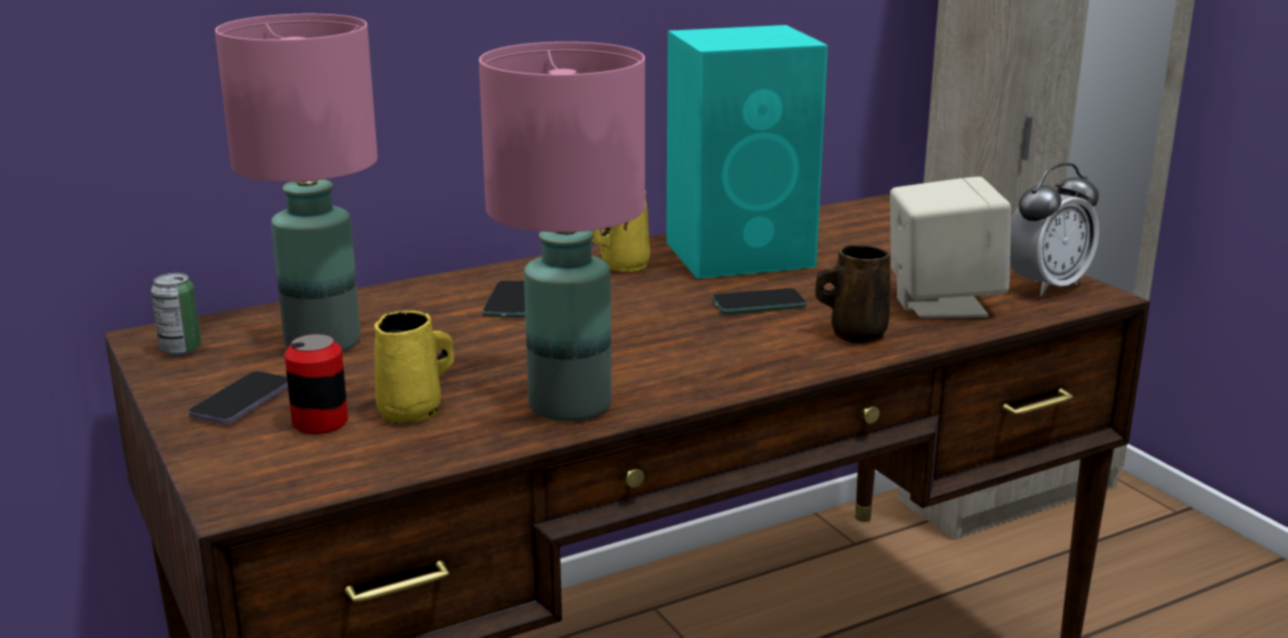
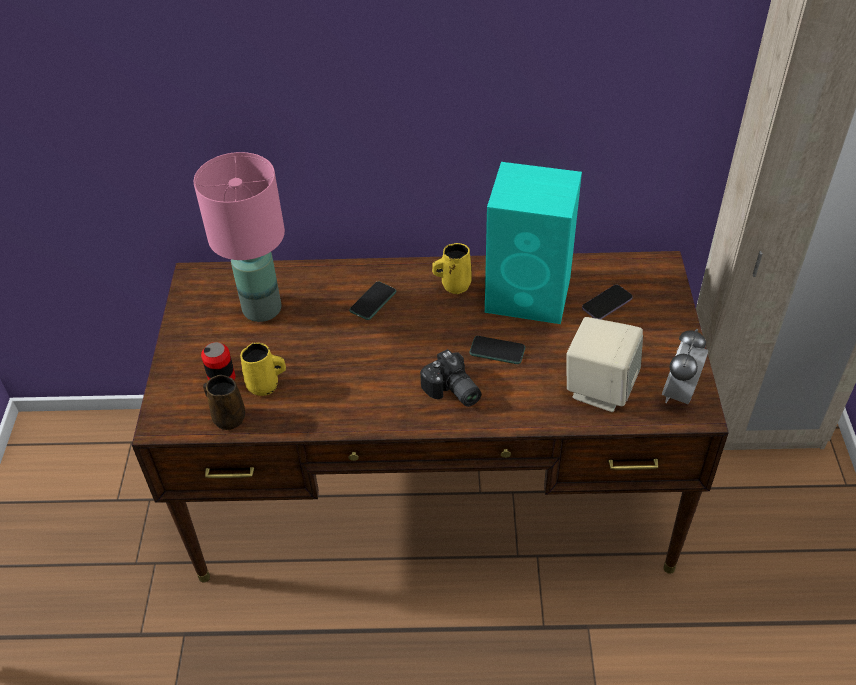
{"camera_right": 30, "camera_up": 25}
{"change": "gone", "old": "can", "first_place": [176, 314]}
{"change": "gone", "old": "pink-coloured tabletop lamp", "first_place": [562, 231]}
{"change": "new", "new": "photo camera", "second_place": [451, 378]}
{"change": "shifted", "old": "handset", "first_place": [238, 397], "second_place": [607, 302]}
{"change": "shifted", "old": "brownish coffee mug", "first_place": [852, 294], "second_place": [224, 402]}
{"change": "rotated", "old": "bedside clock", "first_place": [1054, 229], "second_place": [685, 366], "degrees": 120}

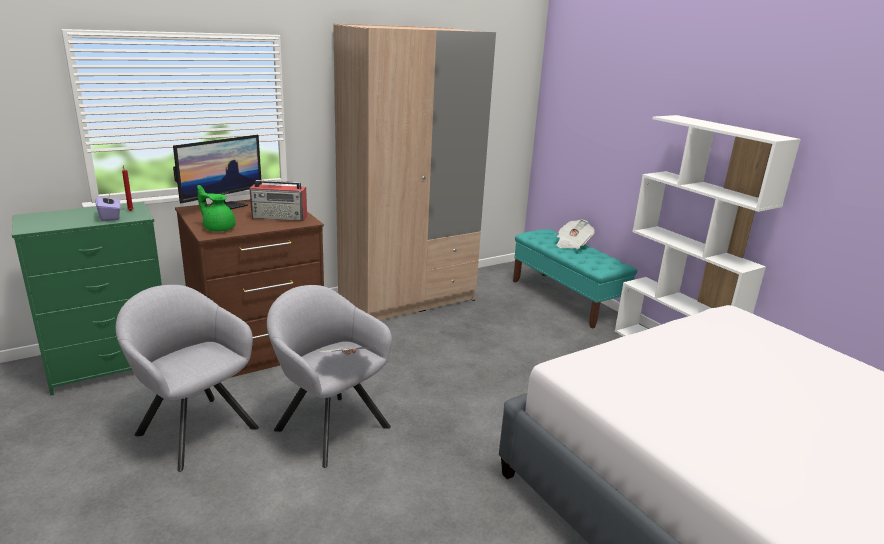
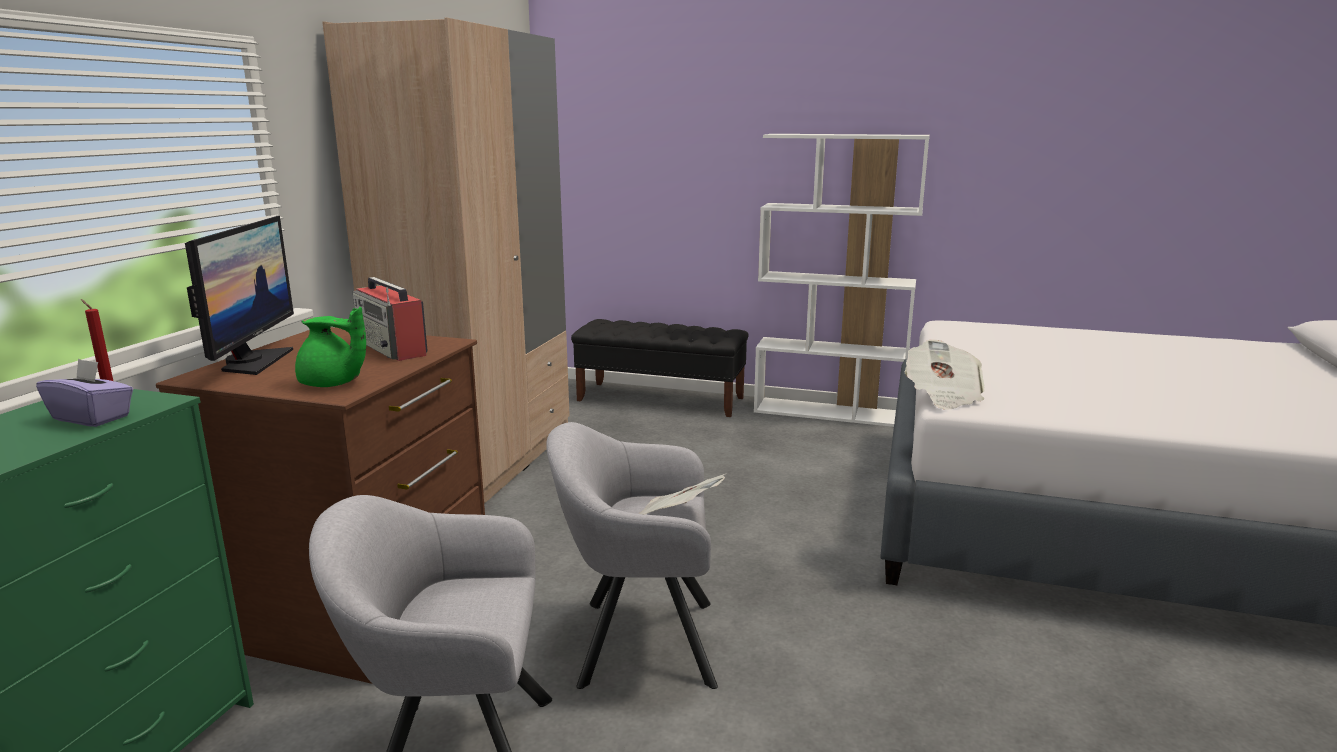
{"camera_right": -40, "camera_up": -5}
{"change": "shifted", "old": "daily paper", "first_place": [575, 234], "second_place": [945, 374]}
{"change": "repainted", "old": "turquoise indoor bench", "new": "blackish indoor bench", "first_place": [575, 278], "second_place": [659, 368]}
{"change": "rotated", "old": "green tea pot", "first_place": [216, 208], "second_place": [330, 347], "degrees": -150}
{"change": "rotated", "old": "radio receiver", "first_place": [278, 200], "second_place": [390, 319], "degrees": 90}

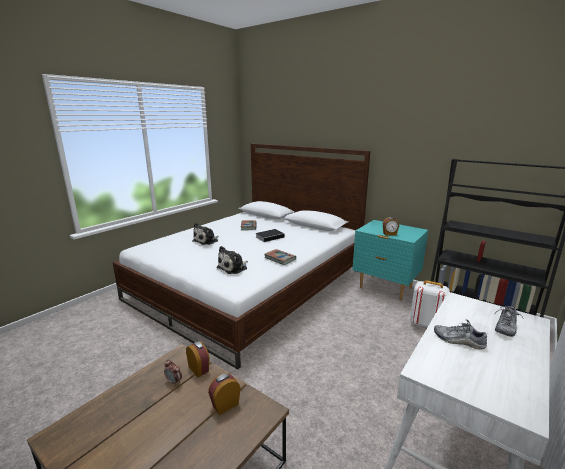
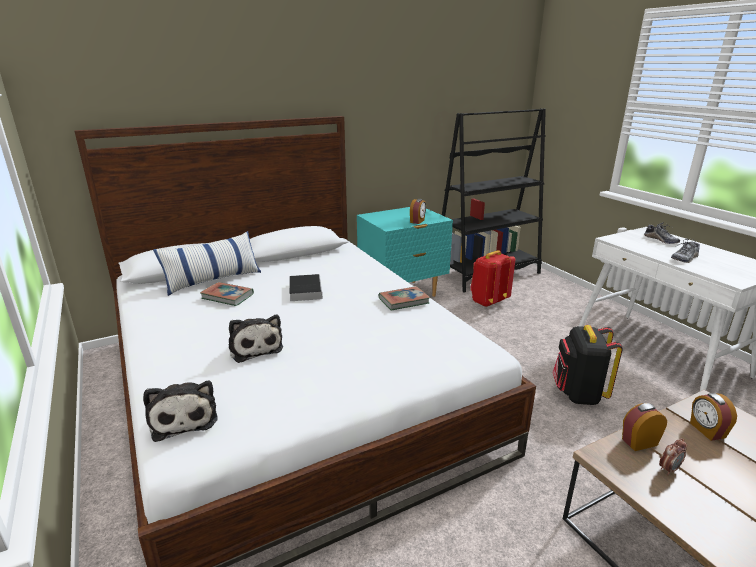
{"camera_right": -65, "camera_up": 5}
{"change": "new", "new": "cushion", "second_place": [207, 263]}
{"change": "new", "new": "blackish backpack", "second_place": [587, 365]}
{"change": "shifted", "old": "soft toy", "first_place": [232, 260], "second_place": [180, 411]}
{"change": "repainted", "old": "whitish backpack", "new": "reddish backpack", "first_place": [430, 304], "second_place": [492, 278]}

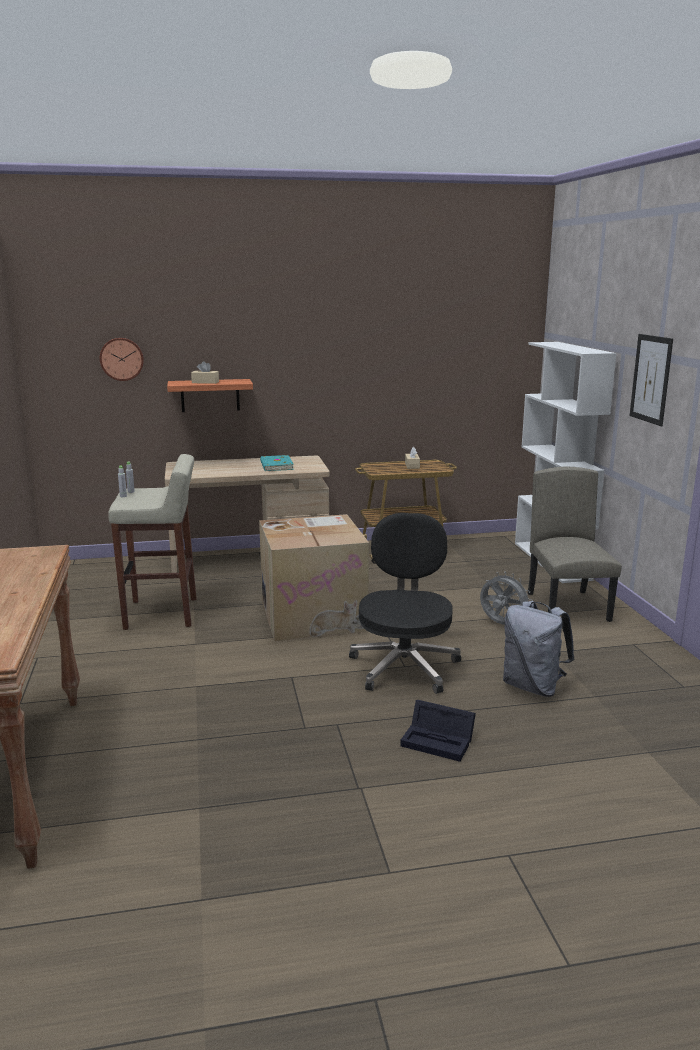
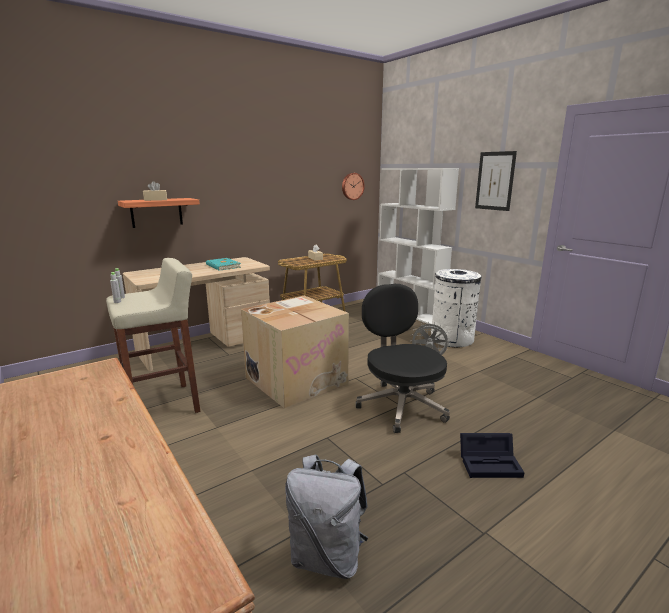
{"camera_right": -25, "camera_up": 0}
{"change": "shifted", "old": "wall clock", "first_place": [122, 359], "second_place": [353, 186]}
{"change": "shifted", "old": "grey backpack", "first_place": [538, 649], "second_place": [326, 516]}
{"change": "swapped", "old": "beige-coloured chair", "new": "whitish waste bin", "first_place": [575, 544], "second_place": [456, 308]}

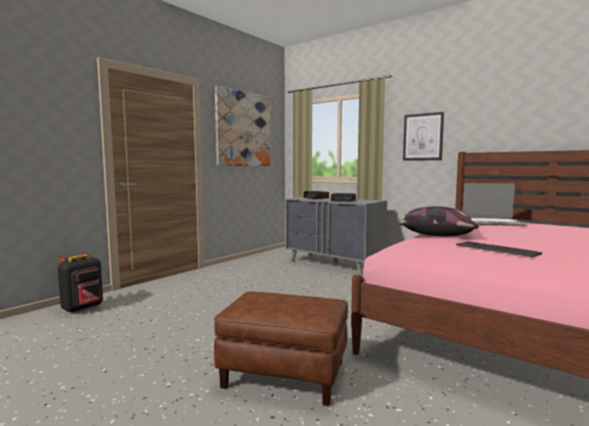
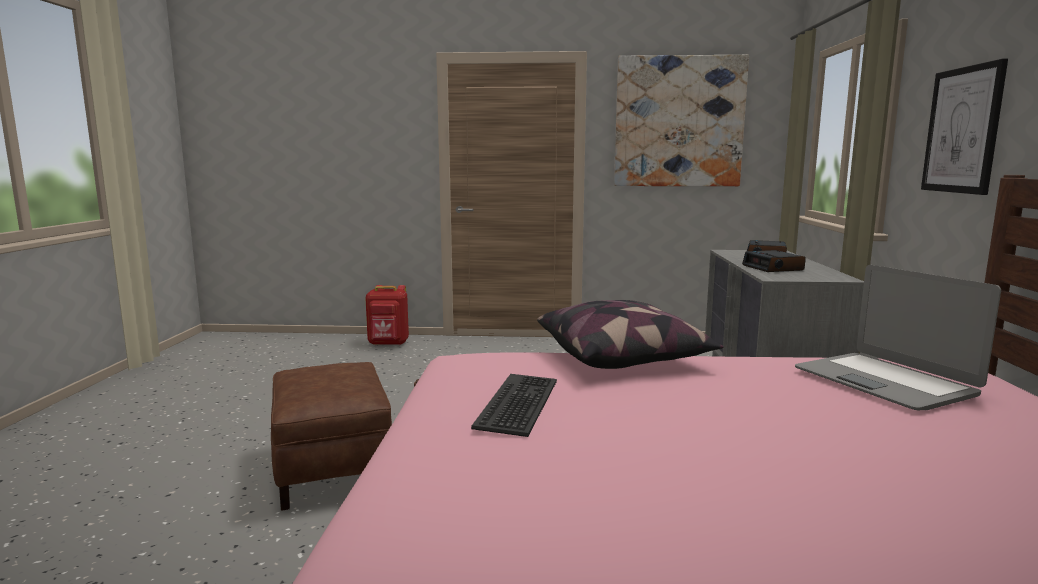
{"camera_right": 55, "camera_up": 5}
{"change": "repainted", "old": "blackish backpack", "new": "reddish backpack", "first_place": [80, 283], "second_place": [387, 315]}

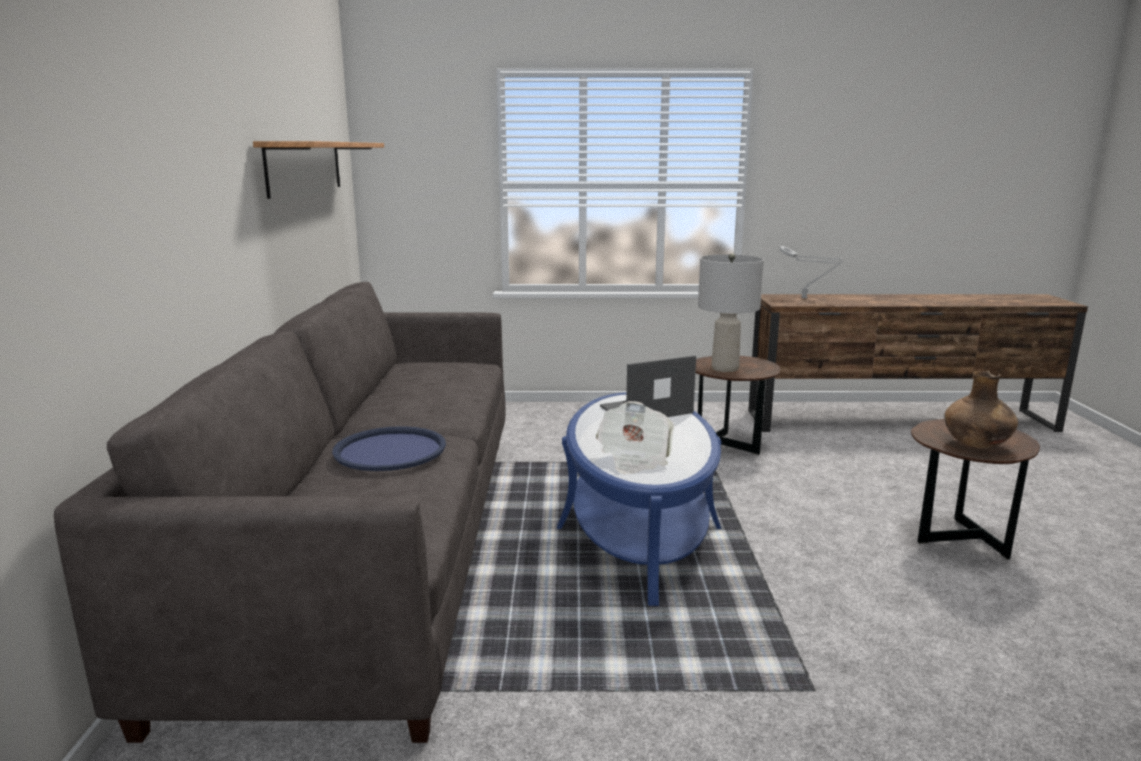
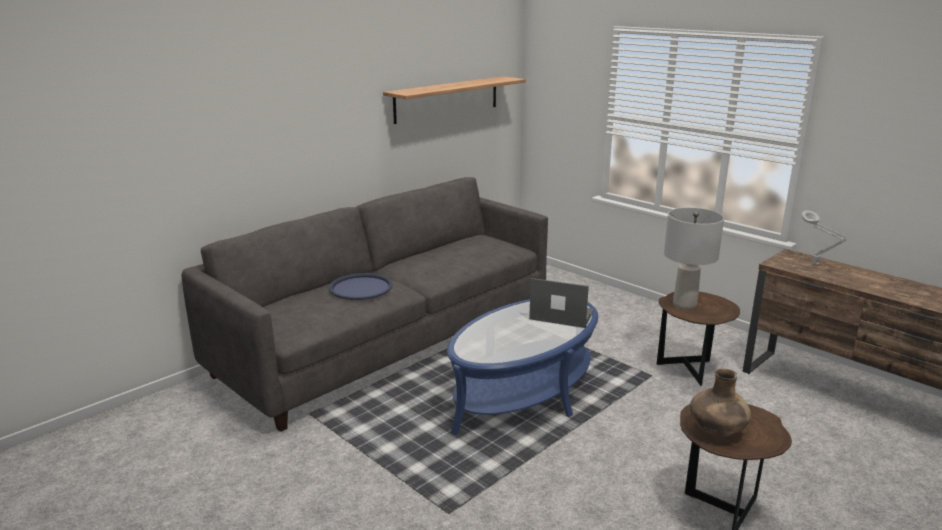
{"camera_right": 45, "camera_up": 5}
{"change": "gone", "old": "daily paper", "first_place": [635, 437]}

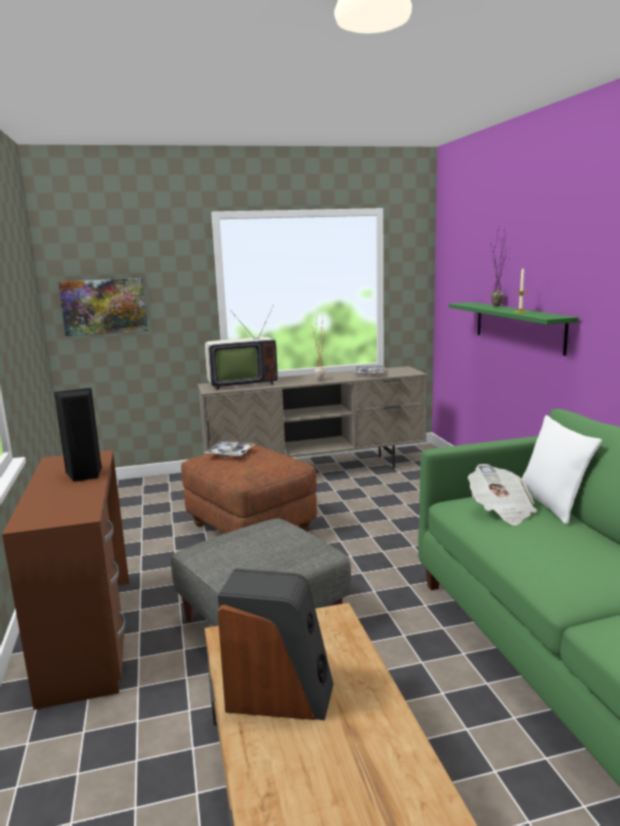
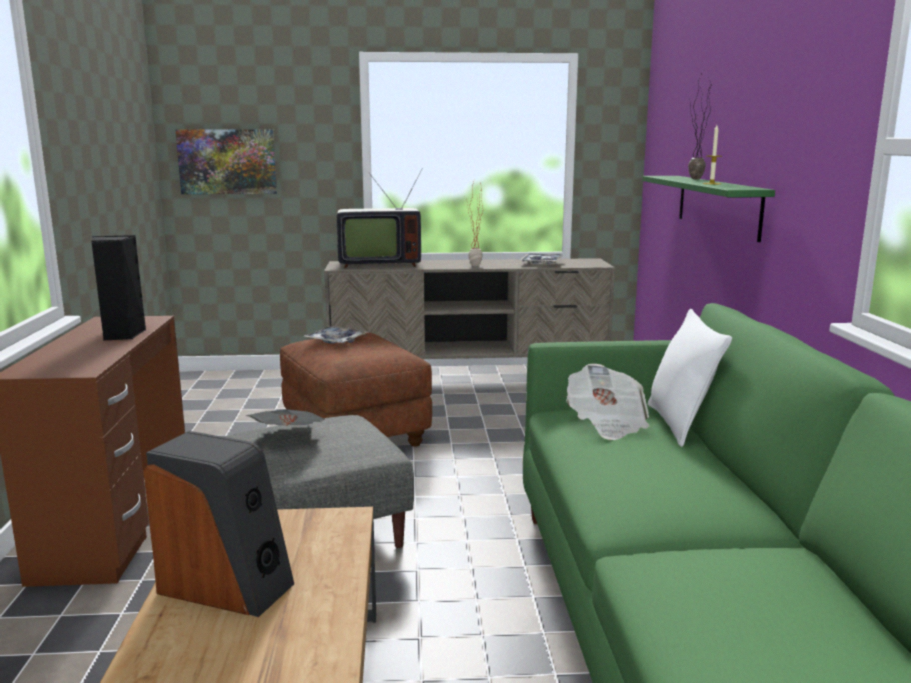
{"camera_right": 10, "camera_up": 0}
{"change": "new", "new": "daily paper", "second_place": [285, 418]}

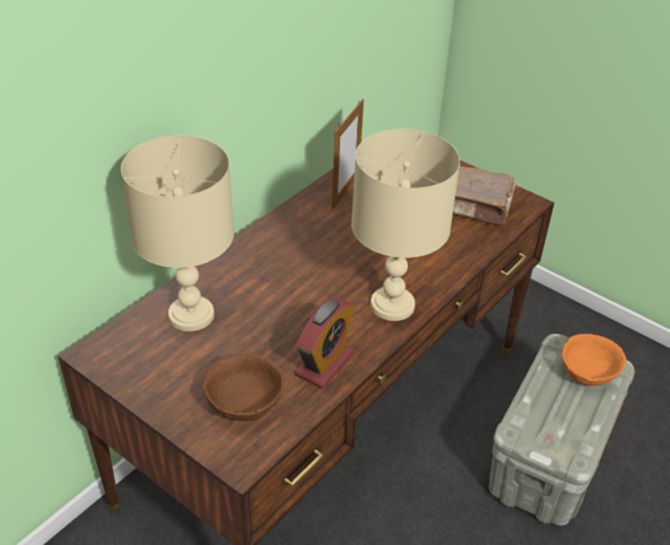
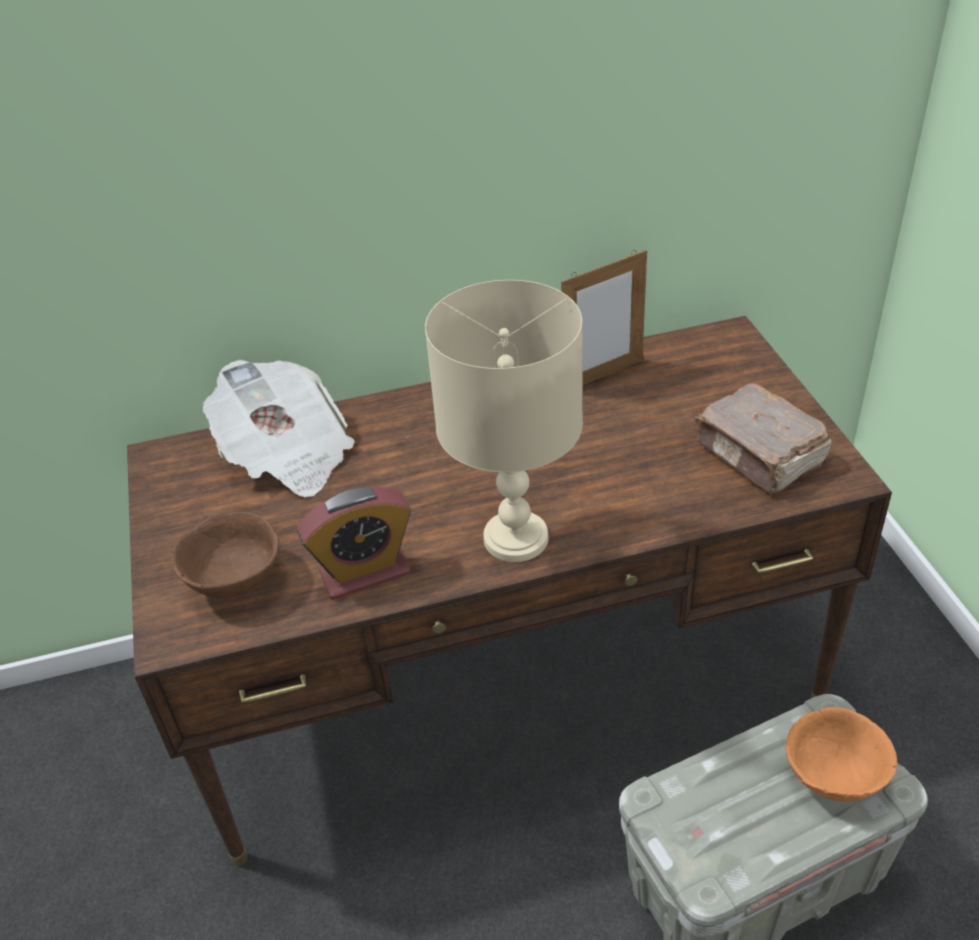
{"camera_right": 40, "camera_up": 0}
{"change": "swapped", "old": "beige-coloured tabletop lamp", "new": "daily paper", "first_place": [177, 233], "second_place": [279, 428]}

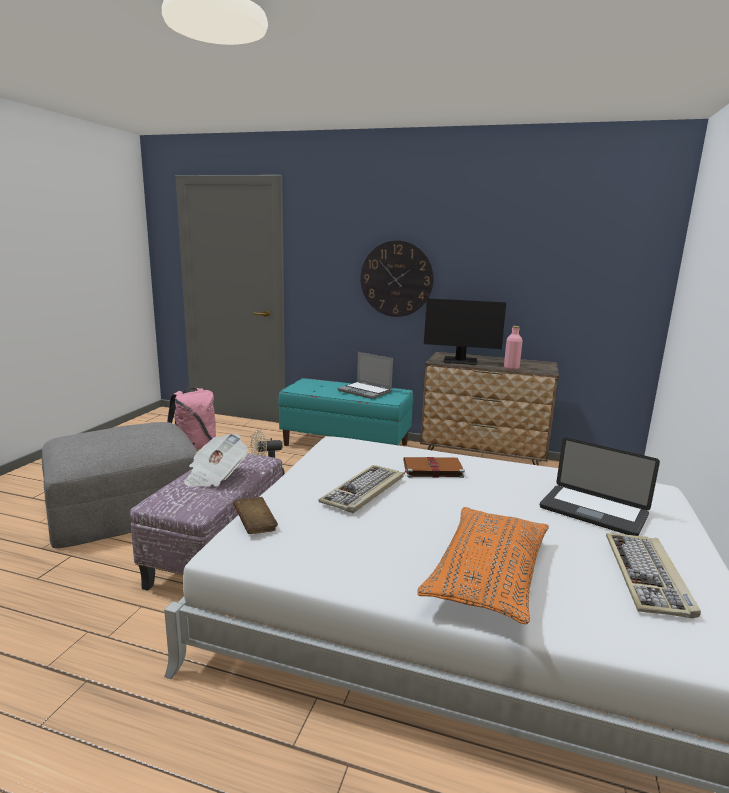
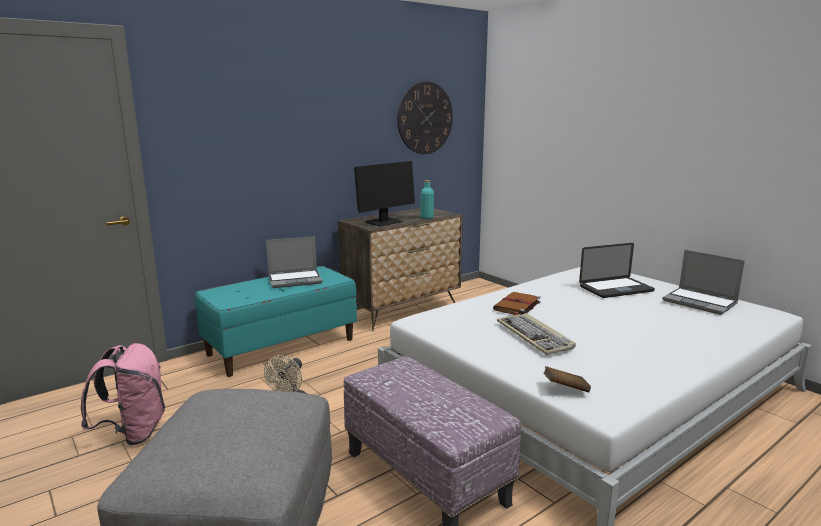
{"camera_right": -55, "camera_up": 0}
{"change": "gone", "old": "daily paper", "first_place": [216, 460]}
{"change": "gone", "old": "orangey cushion", "first_place": [483, 565]}
{"change": "shifted", "old": "wall clock", "first_place": [397, 278], "second_place": [425, 118]}
{"change": "swapped", "old": "PC keyboard", "new": "notebook computer", "first_place": [653, 575], "second_place": [703, 282]}
{"change": "repainted", "old": "pink-coloured beverage bottle", "new": "turquoise beverage bottle", "first_place": [513, 348], "second_place": [427, 199]}

